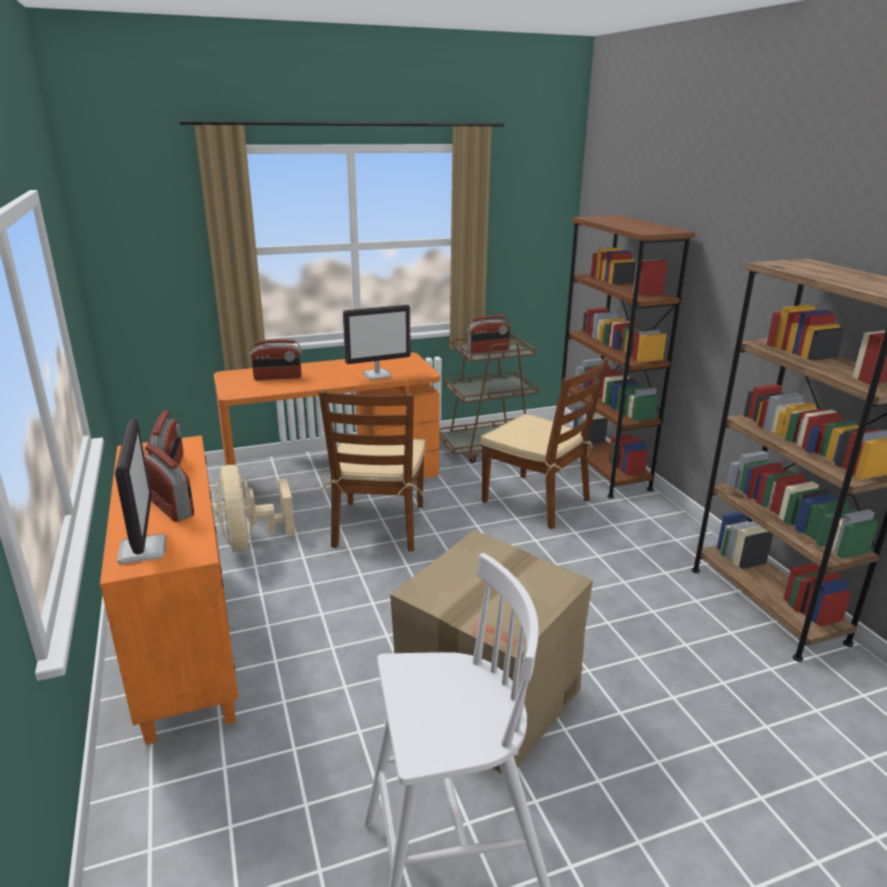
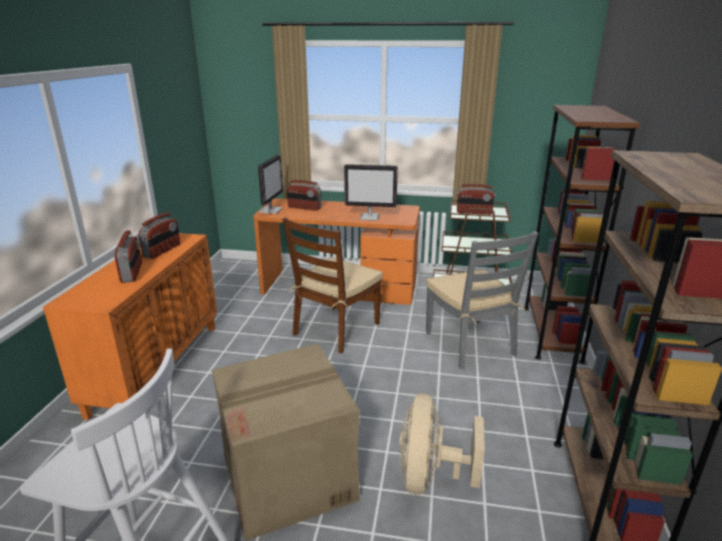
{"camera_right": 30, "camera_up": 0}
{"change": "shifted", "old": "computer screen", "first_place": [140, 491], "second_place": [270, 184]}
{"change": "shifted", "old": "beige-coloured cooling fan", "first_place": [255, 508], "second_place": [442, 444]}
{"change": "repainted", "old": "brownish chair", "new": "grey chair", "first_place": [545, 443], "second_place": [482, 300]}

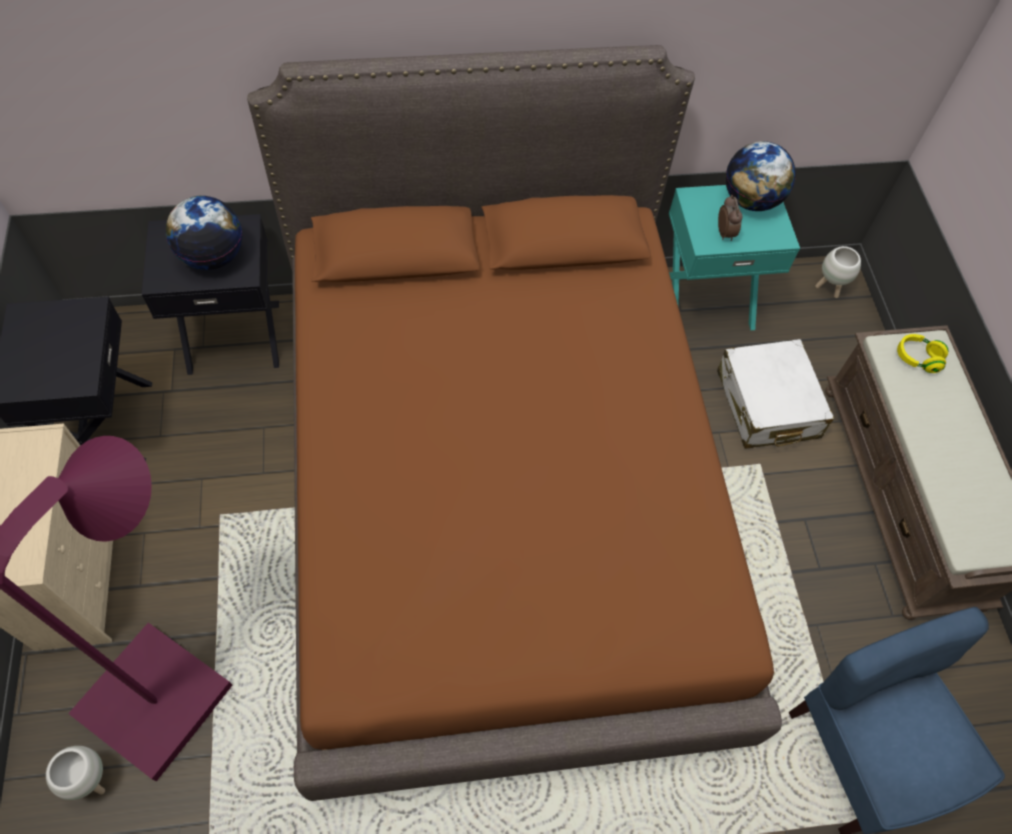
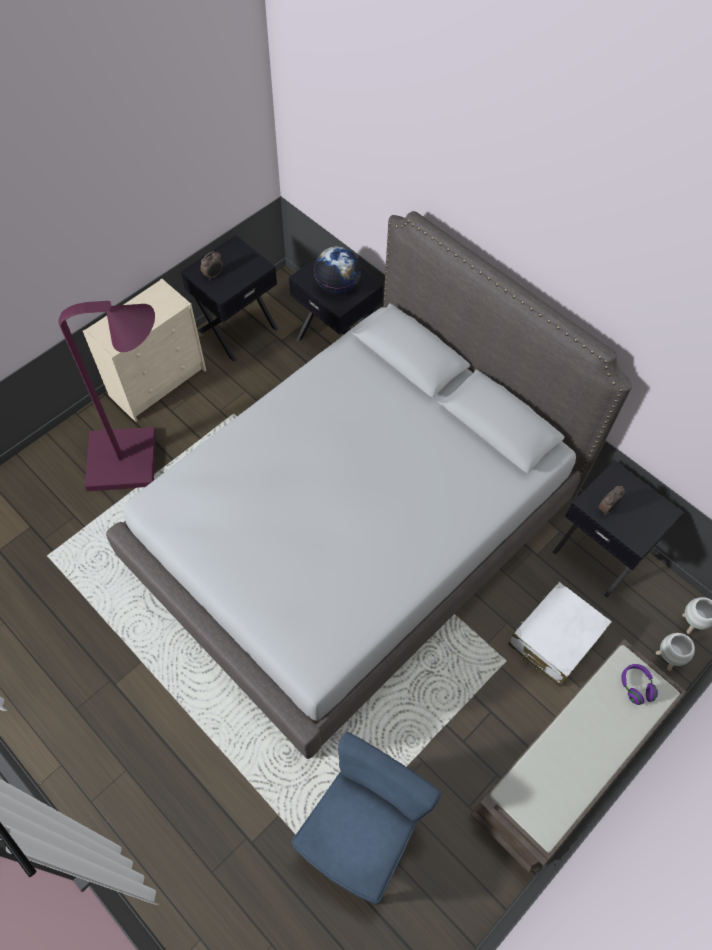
{"camera_right": 55, "camera_up": 0}
{"change": "gone", "old": "desk globe", "first_place": [761, 176]}
{"change": "new", "new": "bedside clock", "second_place": [211, 265]}
{"change": "shifted", "old": "whitish planter", "first_place": [75, 773], "second_place": [675, 652]}
{"change": "repainted", "old": "brownish bedroom bed", "new": "grey bedroom bed", "first_place": [514, 423], "second_place": [369, 485]}
{"change": "repainted", "old": "turquoise night table", "new": "blackish night table", "first_place": [734, 257], "second_place": [618, 528]}
{"change": "repainted", "old": "yellowish pair of headphones", "new": "purplish pair of headphones", "first_place": [922, 353], "second_place": [639, 684]}

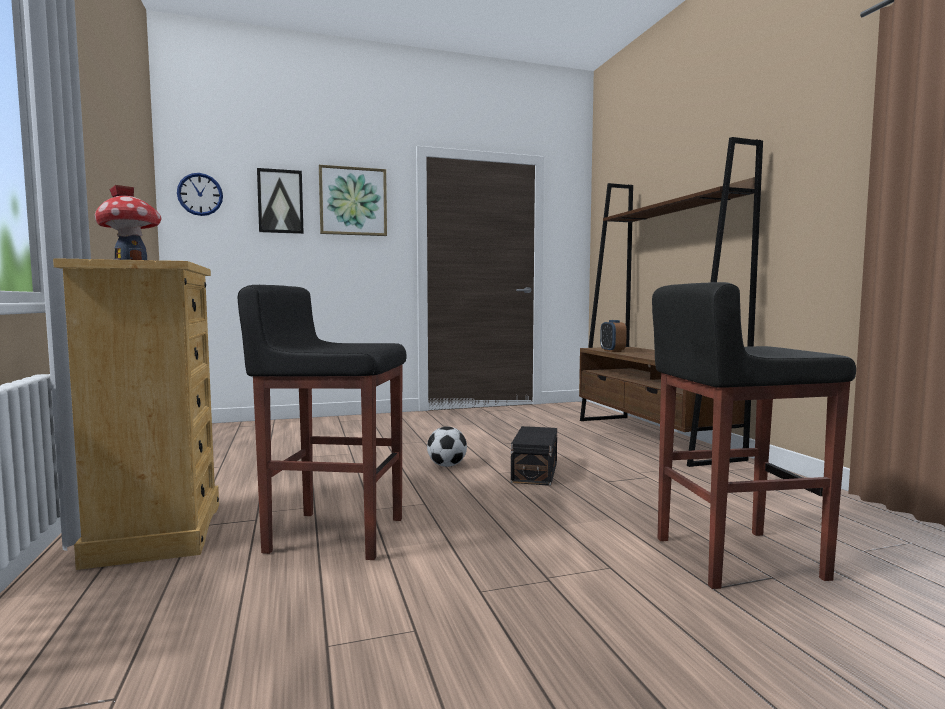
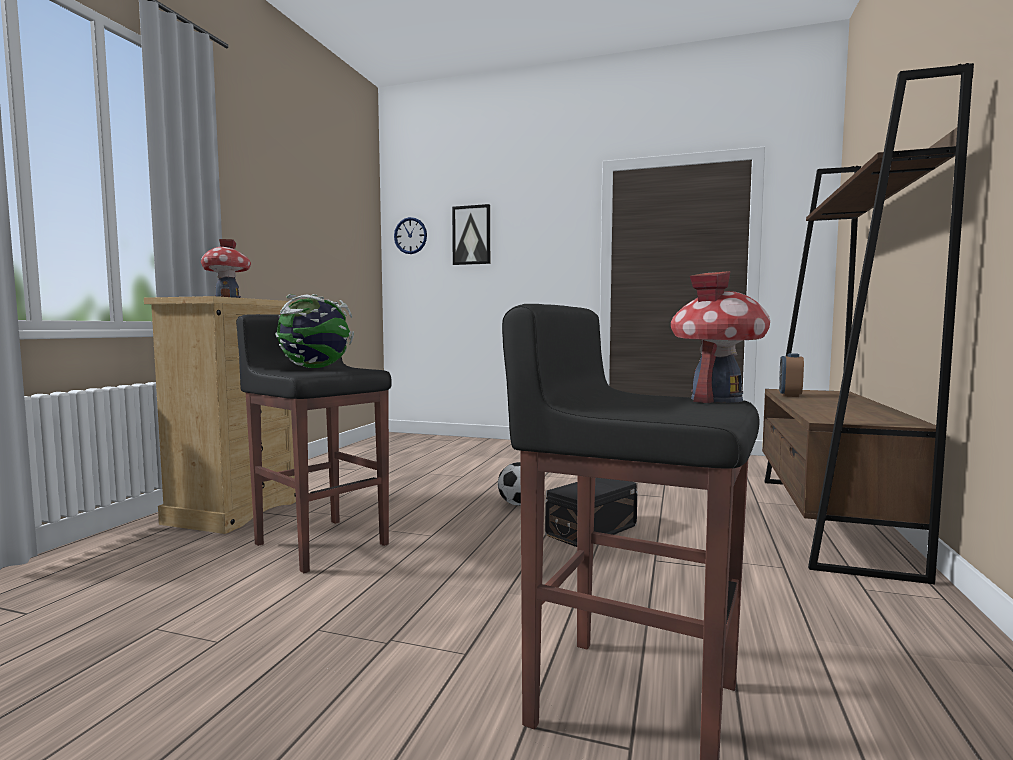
{"camera_right": 35, "camera_up": 0}
{"change": "gone", "old": "picture", "first_place": [353, 200]}
{"change": "new", "new": "desk globe", "second_place": [314, 331]}
{"change": "new", "new": "toy house", "second_place": [720, 337]}

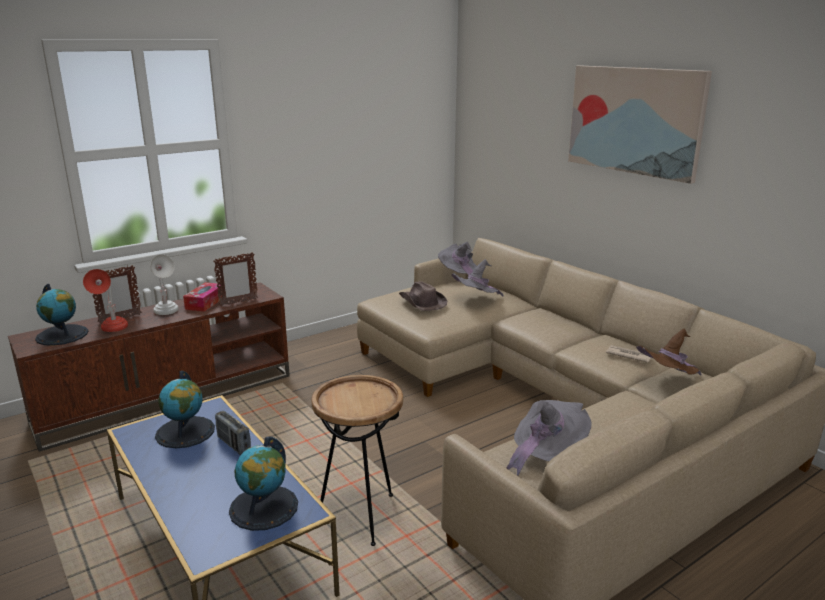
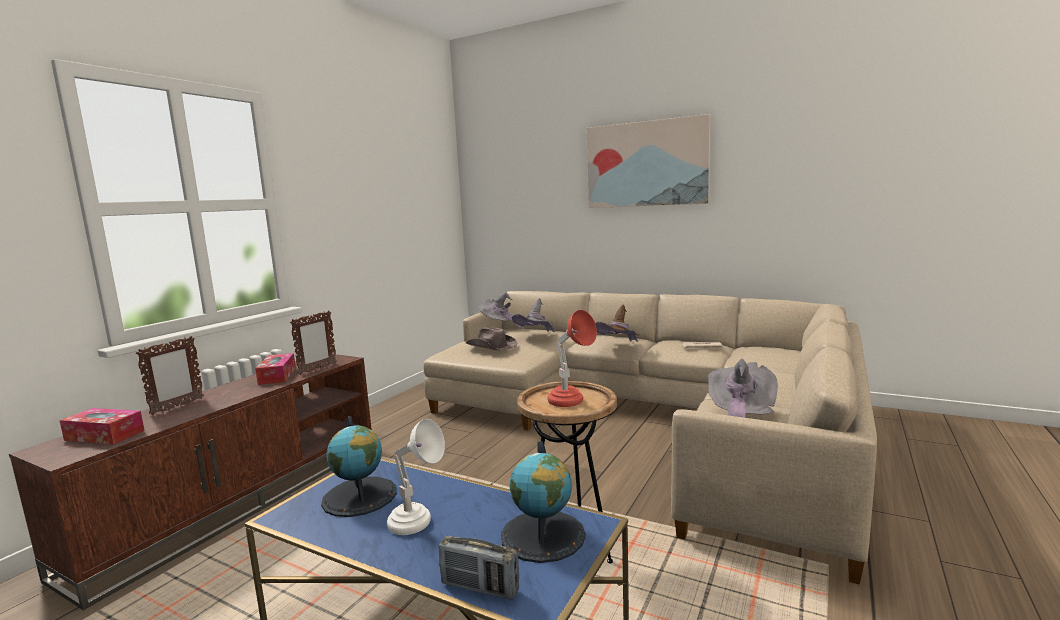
{"camera_right": -25, "camera_up": -10}
{"change": "shifted", "old": "reddish tabletop lamp", "first_place": [105, 300], "second_place": [572, 358]}
{"change": "shifted", "old": "whitish tabletop lamp", "first_place": [164, 284], "second_place": [416, 477]}
{"change": "shifted", "old": "radio receiver", "first_place": [233, 433], "second_place": [479, 568]}
{"change": "shifted", "old": "brownish hat", "first_place": [669, 351], "second_place": [617, 323]}
{"change": "swapped", "old": "desk globe", "new": "tissue box", "first_place": [61, 315], "second_place": [102, 426]}

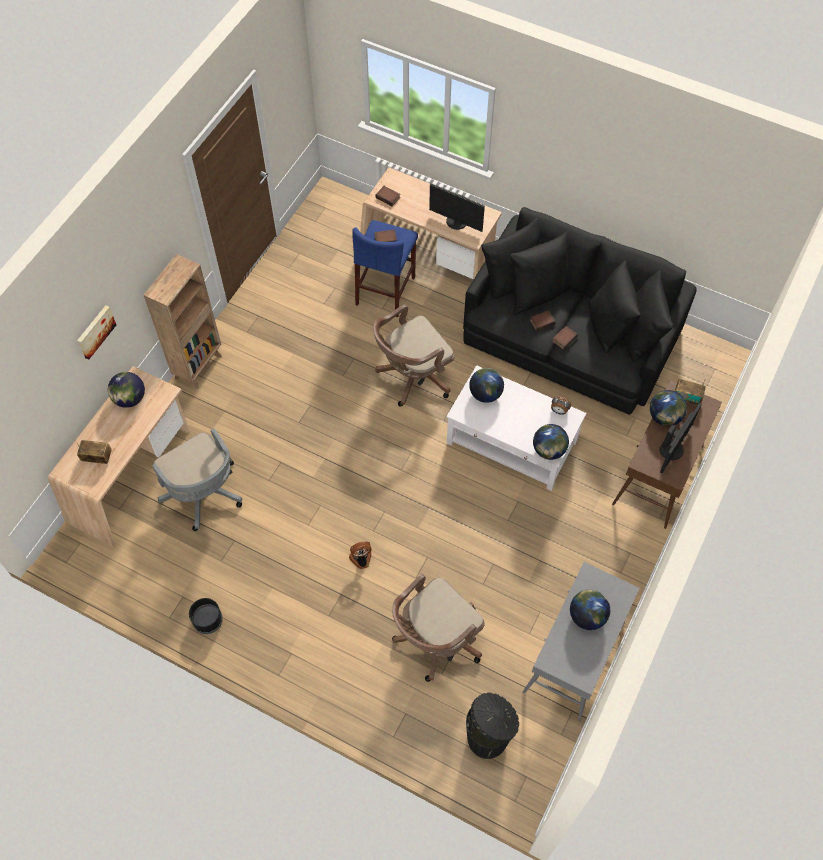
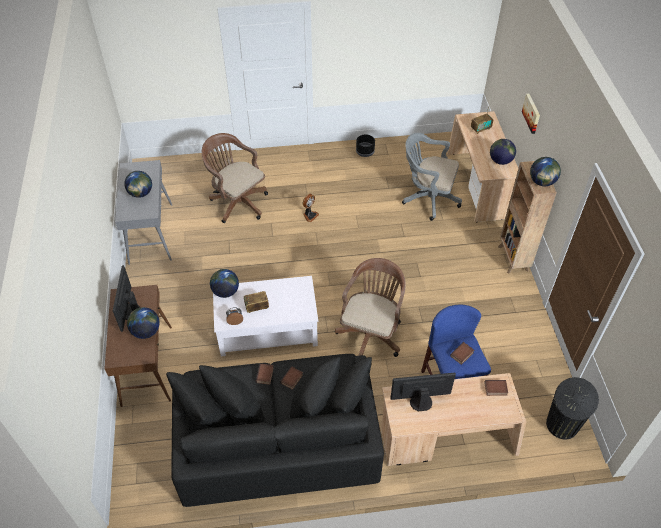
{"camera_right": 145, "camera_up": -10}
{"change": "shifted", "old": "blackish waste bin", "first_place": [492, 726], "second_place": [572, 408]}
{"change": "shifted", "old": "desk globe", "first_place": [486, 385], "second_place": [545, 171]}
{"change": "shifted", "old": "radio receiver", "first_place": [690, 392], "second_place": [256, 302]}
{"change": "rotated", "old": "brownish computer chair", "first_place": [438, 628], "second_place": [235, 178], "degrees": -60}

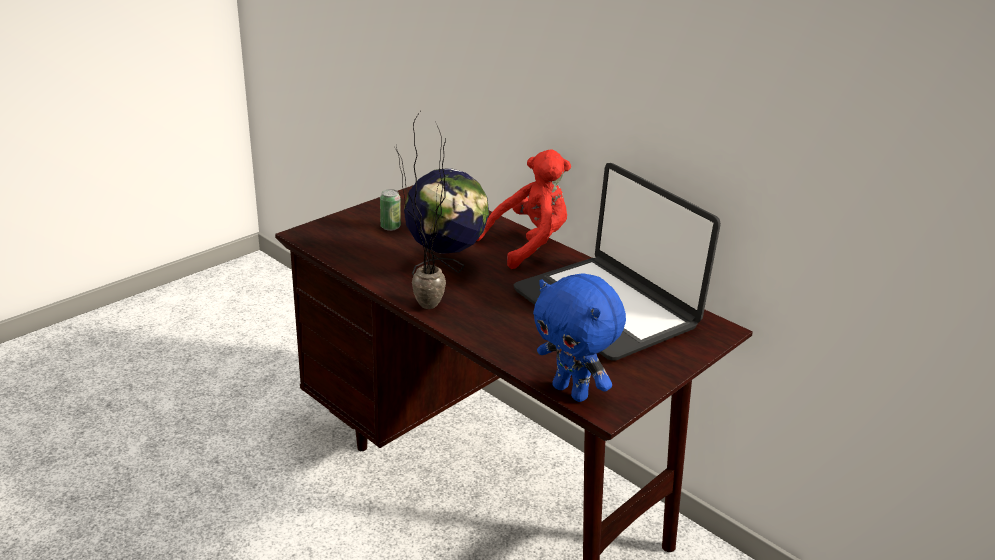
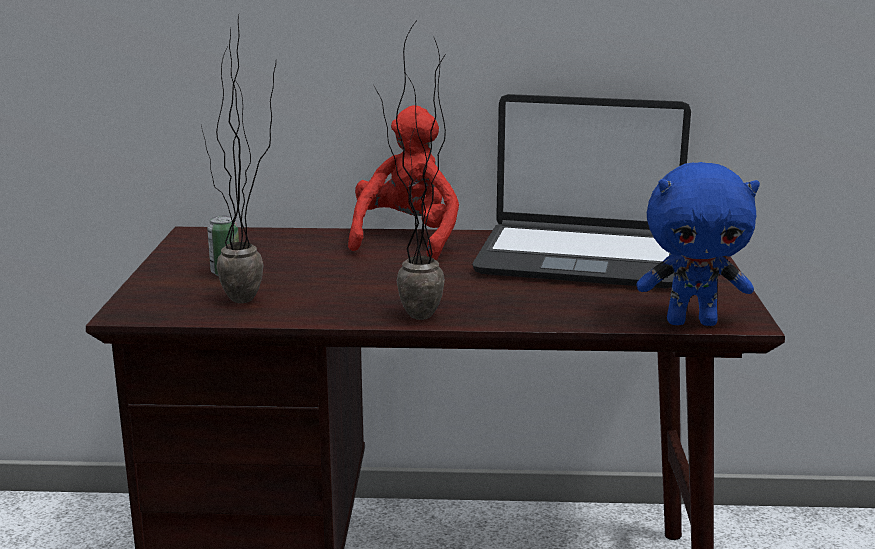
{"camera_right": -40, "camera_up": -10}
{"change": "gone", "old": "desk globe", "first_place": [446, 221]}
{"change": "new", "new": "plant in a pot", "second_place": [239, 159]}

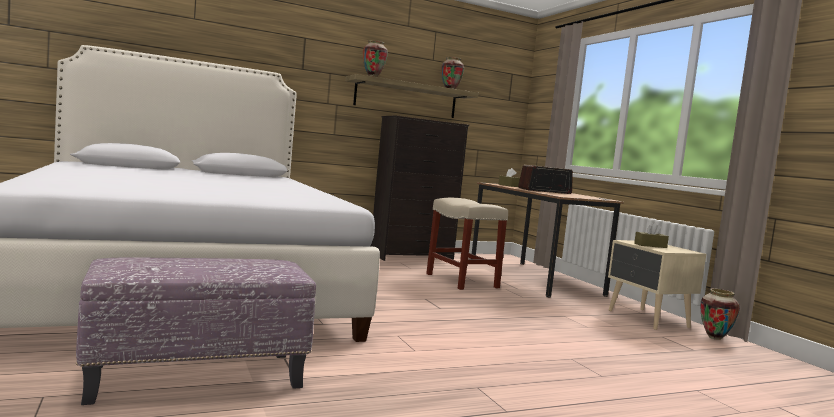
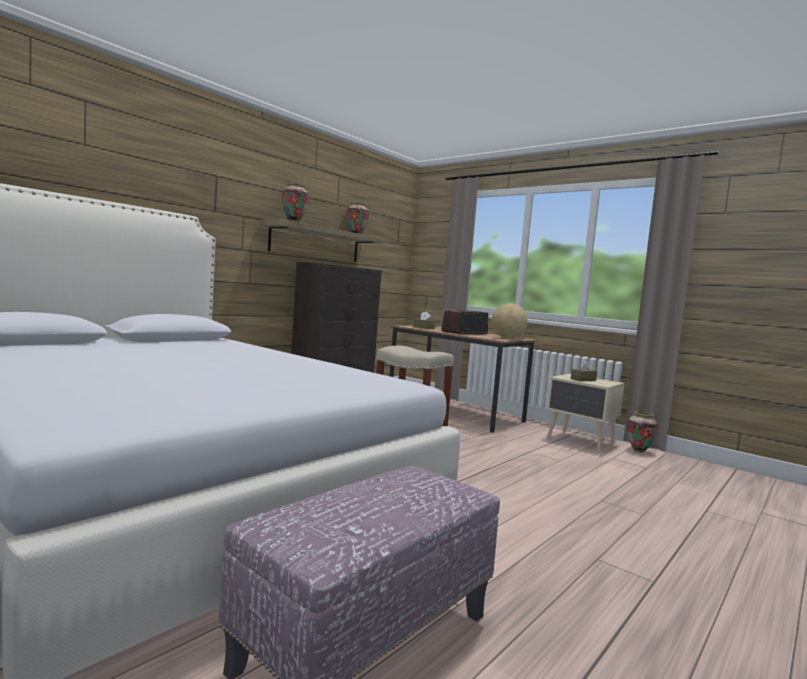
{"camera_right": -25, "camera_up": 0}
{"change": "new", "new": "desk globe", "second_place": [509, 321]}

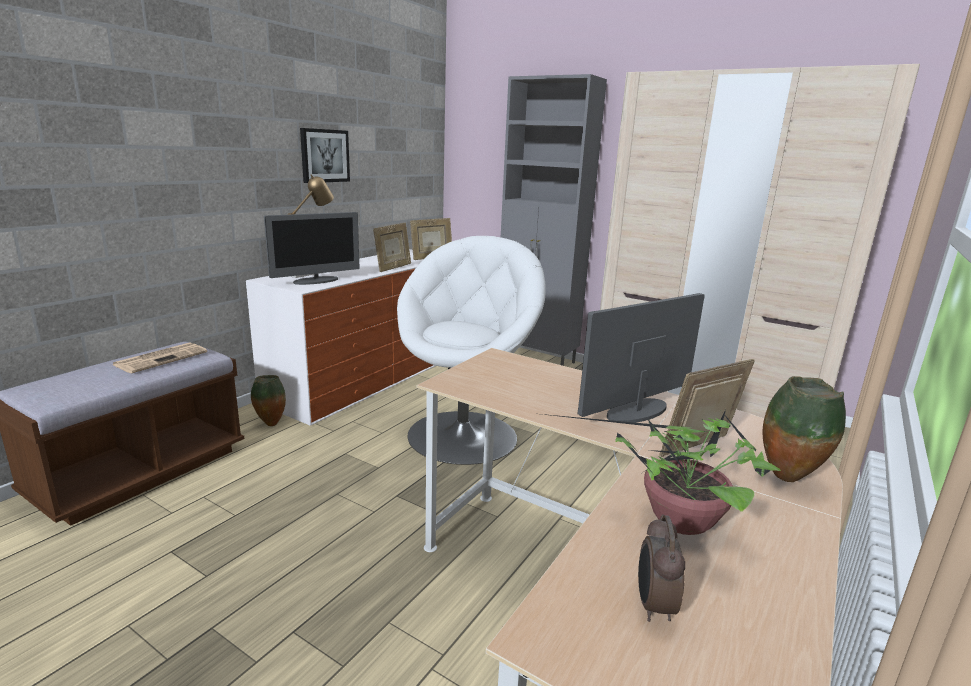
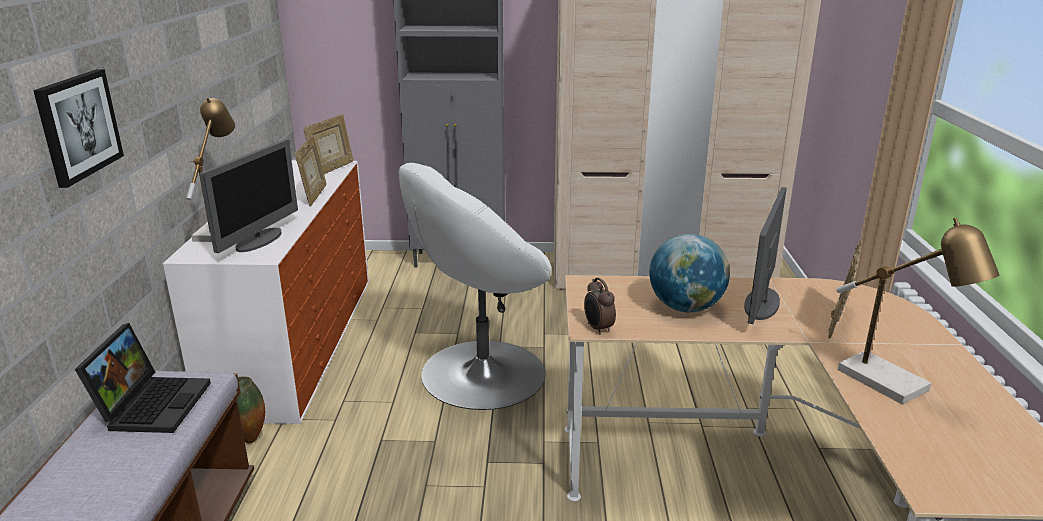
{"camera_right": -30, "camera_up": 5}
{"change": "gone", "old": "flower vase", "first_place": [804, 429]}
{"change": "new", "new": "desk globe", "second_place": [689, 273]}
{"change": "shifted", "old": "picture", "first_place": [325, 155], "second_place": [78, 128]}
{"change": "shifted", "old": "bedside clock", "first_place": [661, 568], "second_place": [600, 306]}
{"change": "swapped", "old": "daily paper", "new": "notebook computer", "first_place": [160, 357], "second_place": [143, 378]}
{"change": "swapped", "old": "plant in a pot", "new": "tabletop lamp", "first_place": [657, 472], "second_place": [917, 311]}
{"change": "rotated", "old": "whitish lounge chair", "first_place": [471, 350], "second_place": [475, 286], "degrees": -120}

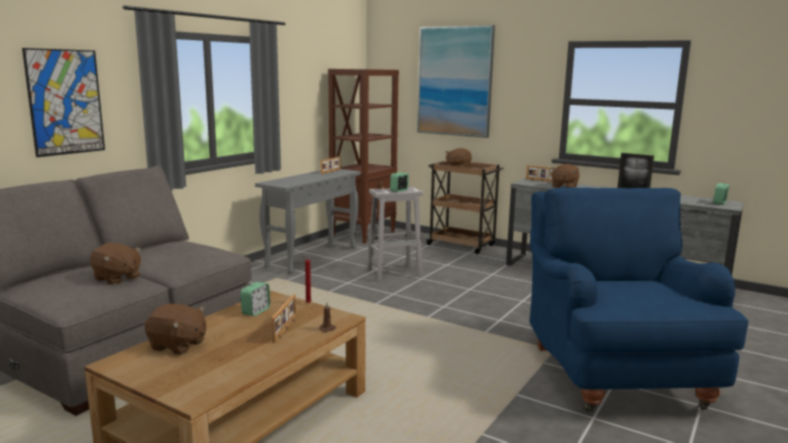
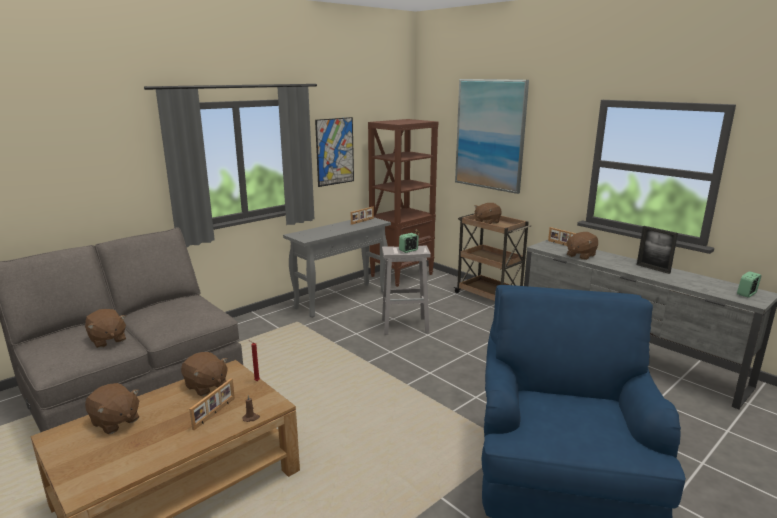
{"camera_right": 15, "camera_up": 5}
{"change": "shifted", "old": "picture", "first_place": [63, 102], "second_place": [334, 152]}
{"change": "swapped", "old": "bedside clock", "new": "brownish soft toy", "first_place": [255, 299], "second_place": [204, 374]}

